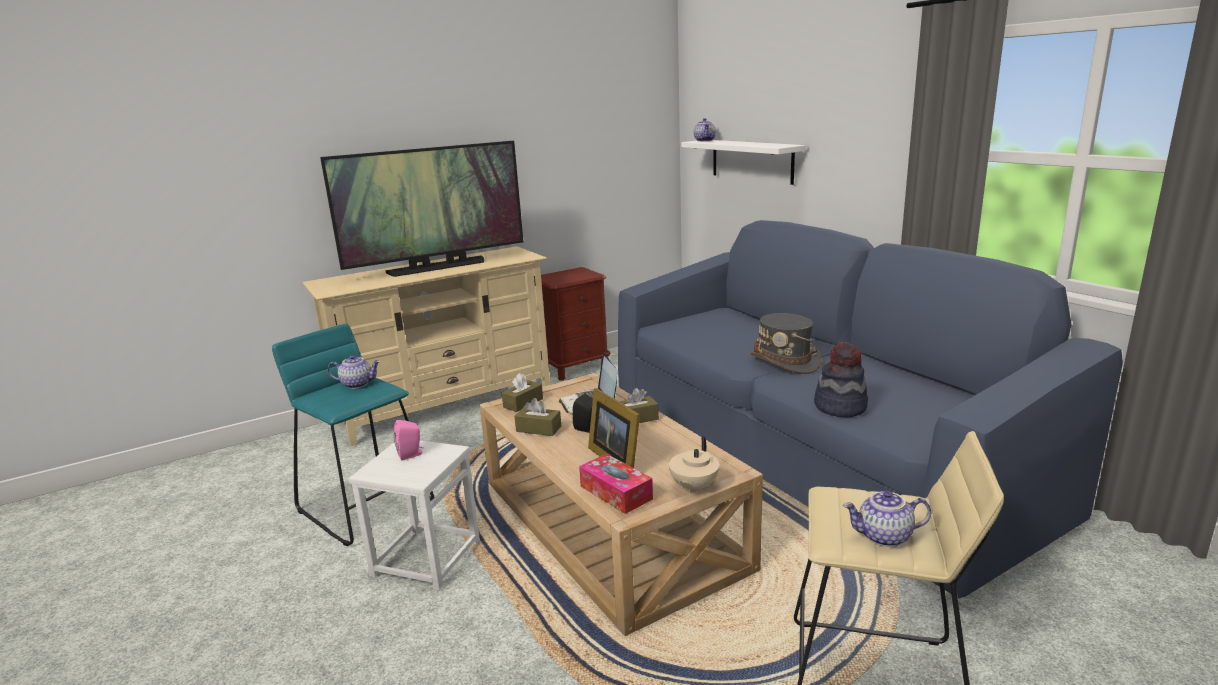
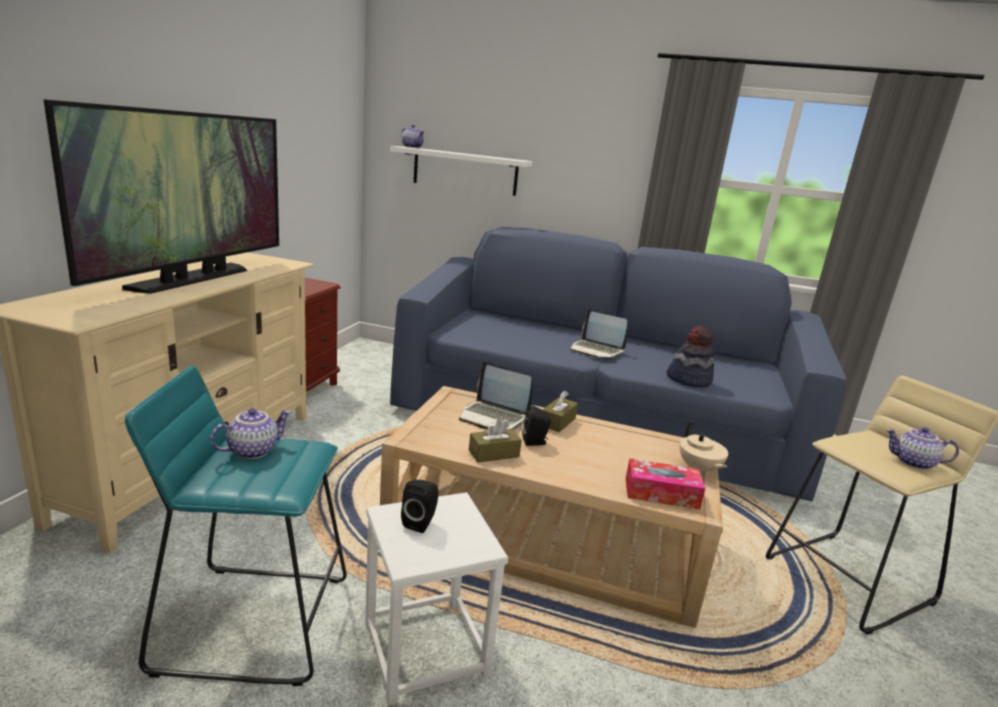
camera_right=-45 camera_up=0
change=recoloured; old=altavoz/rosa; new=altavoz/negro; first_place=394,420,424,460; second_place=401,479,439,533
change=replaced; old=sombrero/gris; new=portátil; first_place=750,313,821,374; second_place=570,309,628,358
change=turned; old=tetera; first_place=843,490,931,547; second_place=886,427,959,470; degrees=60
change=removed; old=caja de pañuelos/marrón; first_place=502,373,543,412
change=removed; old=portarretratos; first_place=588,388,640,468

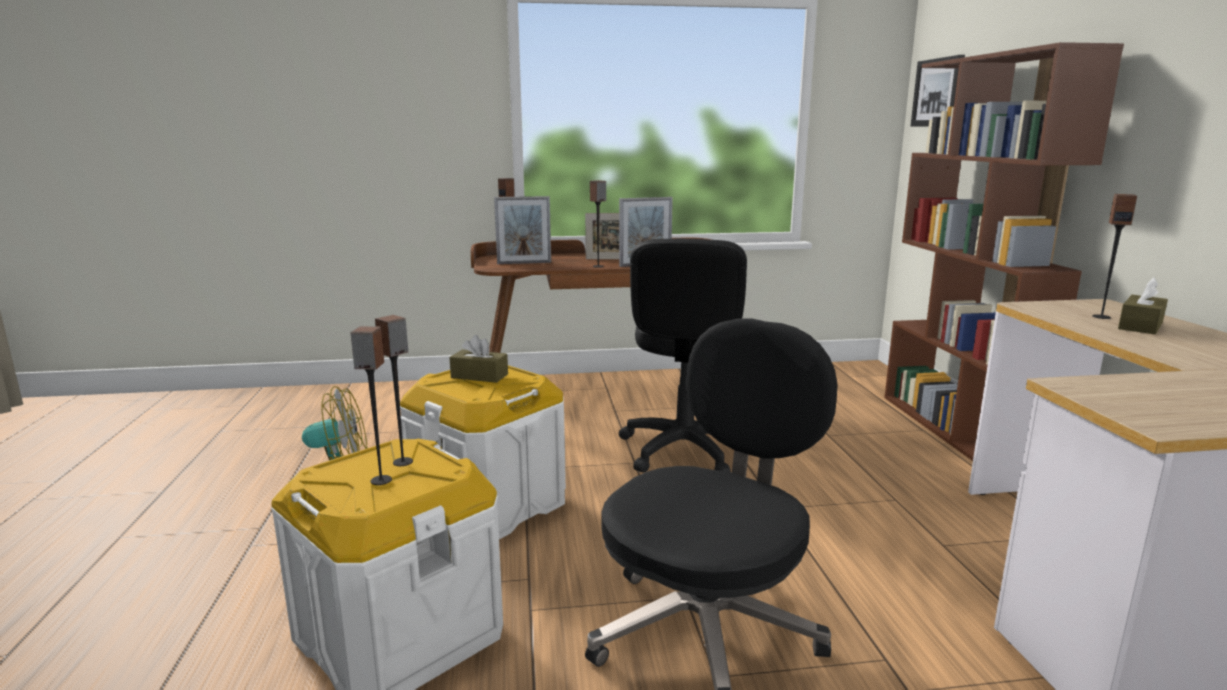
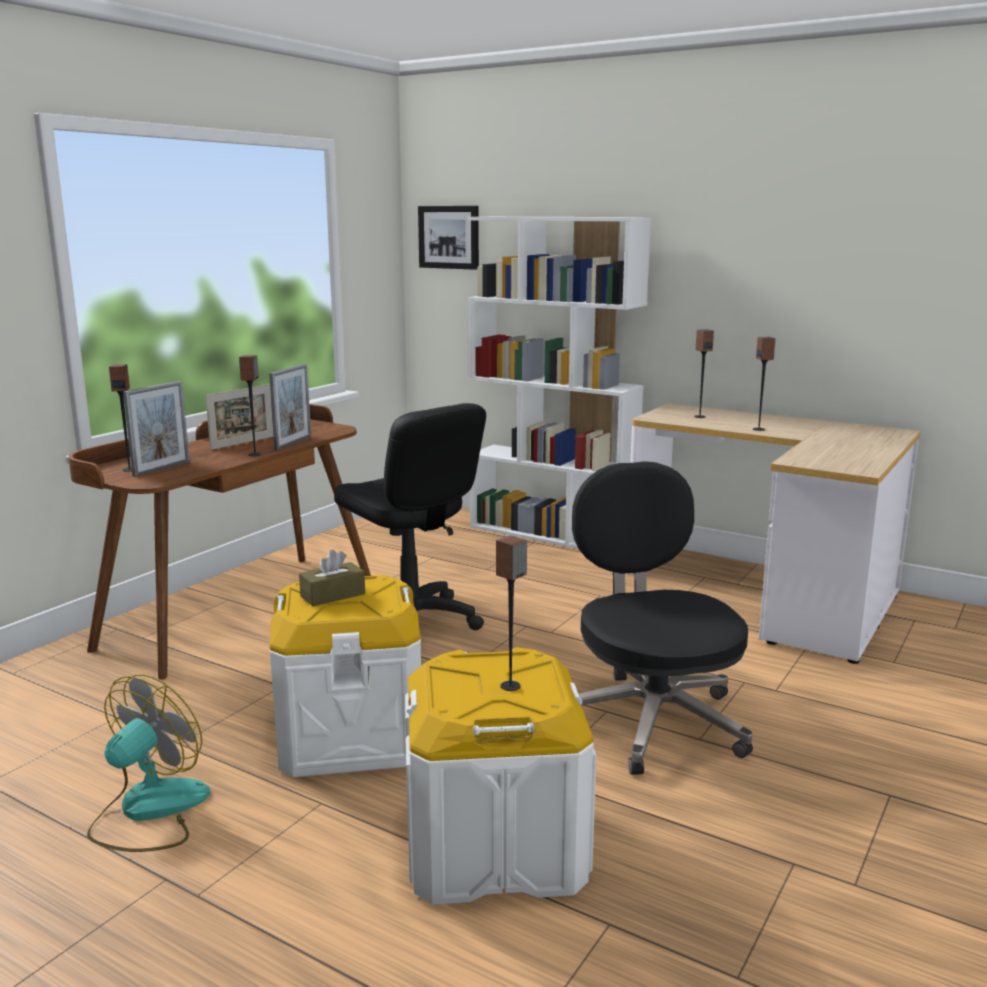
camera_right=-50 camera_up=0
change=recoloured; old=estantería/marrón; new=estantería/blanco; first_place=884,42,1124,461; second_place=467,217,651,549
change=moved; old=altavoz; first_place=375,315,413,466; second_place=753,337,776,431
change=removed; old=caja de pañuelos/marrón; first_place=1118,278,1168,334

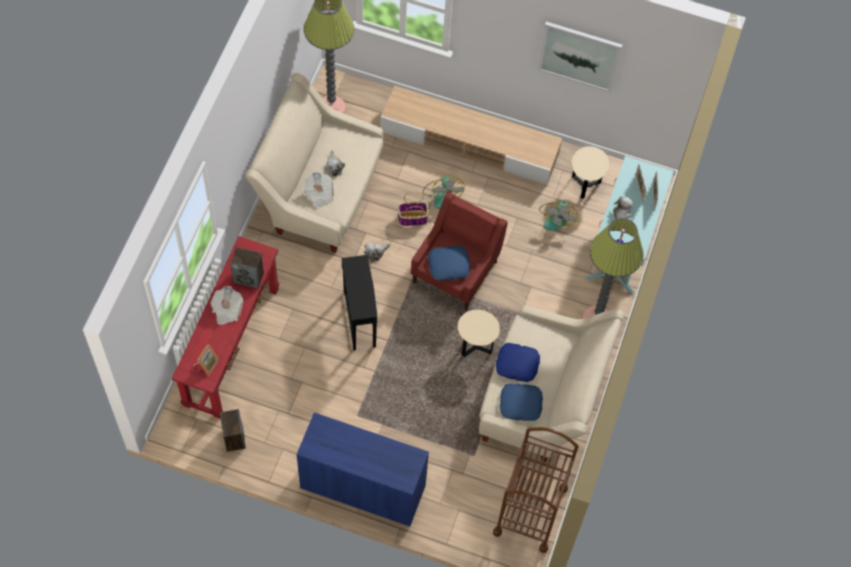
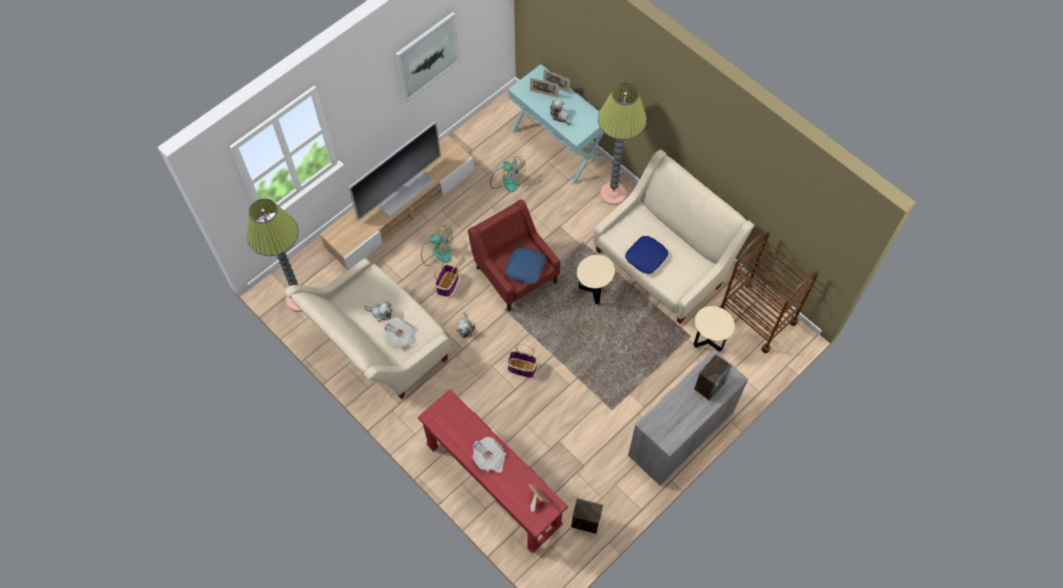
camera_right=-60 camera_up=0
change=added; new=televisor; second_place=348,121,441,220
change=replaced; old=mesa auxiliar/negro; new=cesta; first_place=342,255,378,350; second_place=507,344,538,377
change=recoloured; old=armario/azul; new=armario/gris; first_place=296,412,429,527; second_place=628,349,748,485
change=moved; old=mesa auxiliar/beis; first_place=572,146,609,199; second_place=694,306,735,352
change=moved; old=altavoz; first_place=230,247,264,289; second_place=694,354,732,401
change=removed; old=cojín/azul; first_place=500,383,543,421

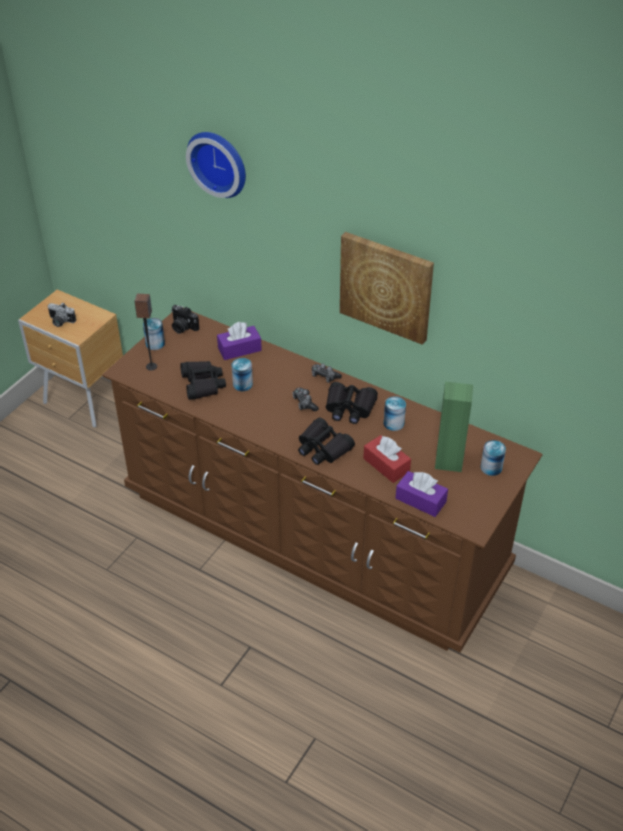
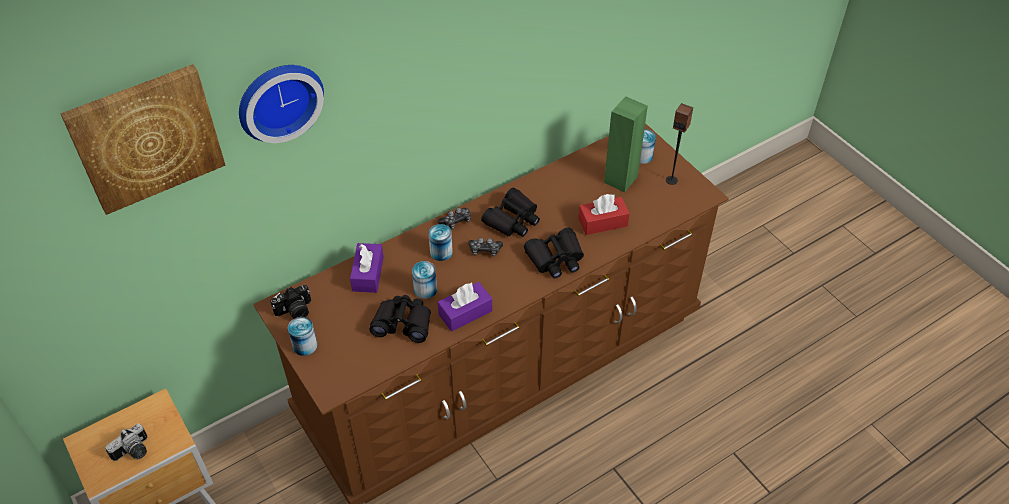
camera_right=-65 camera_up=5
change=moved; old=cuadro; first_place=340,232,434,345; second_place=60,64,225,215
change=moved; old=lata; first_place=384,396,406,431; second_place=428,224,453,261
change=moved; old=caja de pañuelos/morado; first_place=396,471,448,517; second_place=438,282,492,332
change=moved; old=altavoz; first_place=135,294,157,371; second_place=666,103,693,185

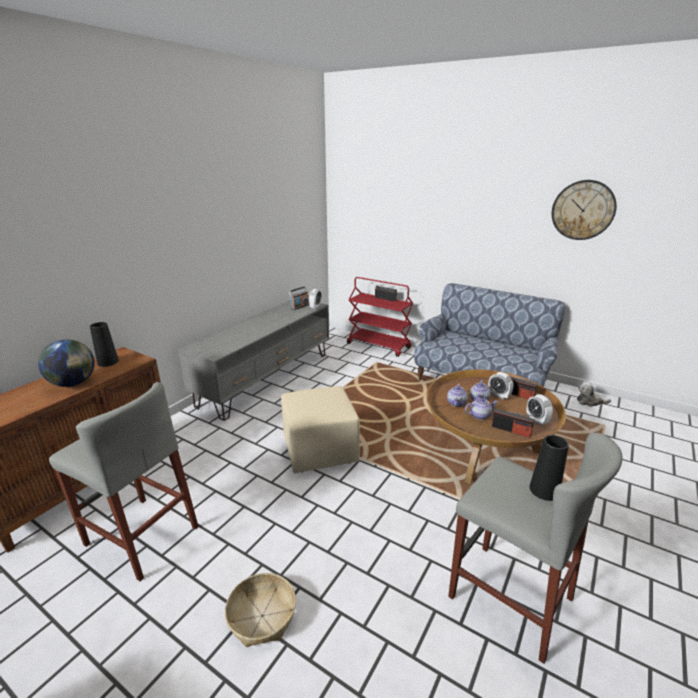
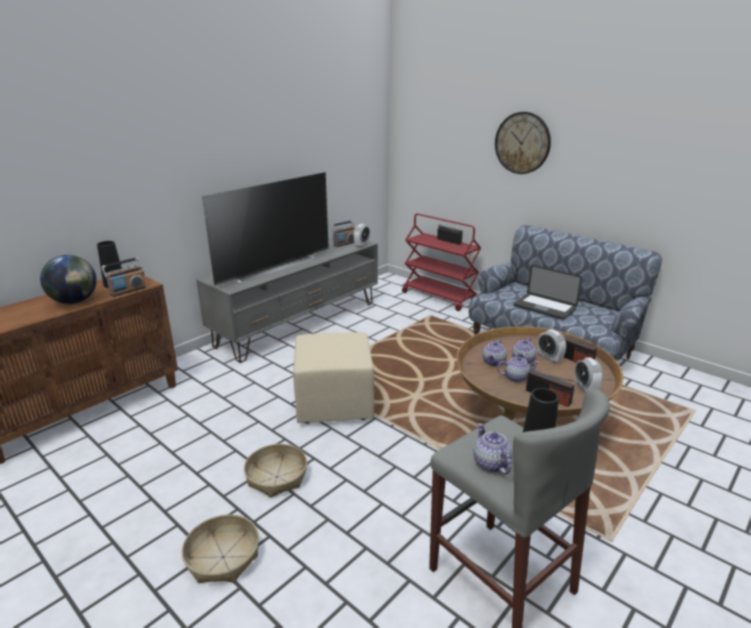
camera_right=10 camera_up=0
change=added; new=radio; second_place=101,257,146,297
change=added; new=televisor; second_place=202,172,329,285
change=added; new=cesta; second_place=244,444,307,498
change=added; new=tetera; second_place=473,423,513,474
change=moved; old=reloj de pared; first_place=552,180,617,240; second_place=495,112,551,174
change=added; new=portátil; second_place=513,265,582,320
change=removed; old=taburete/gris; first_place=49,382,199,581
change=removed; old=peluche; first_place=577,382,611,407

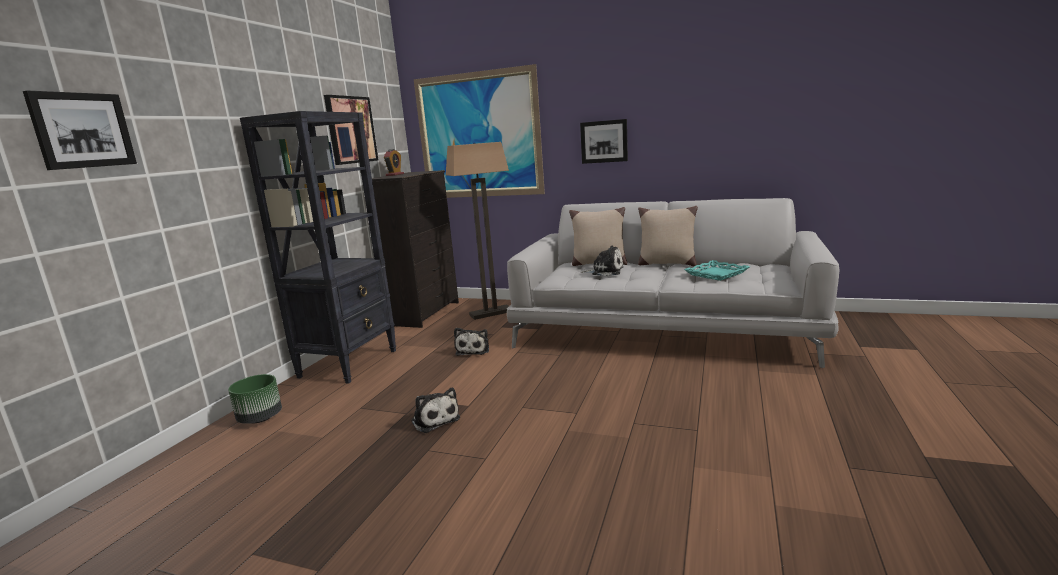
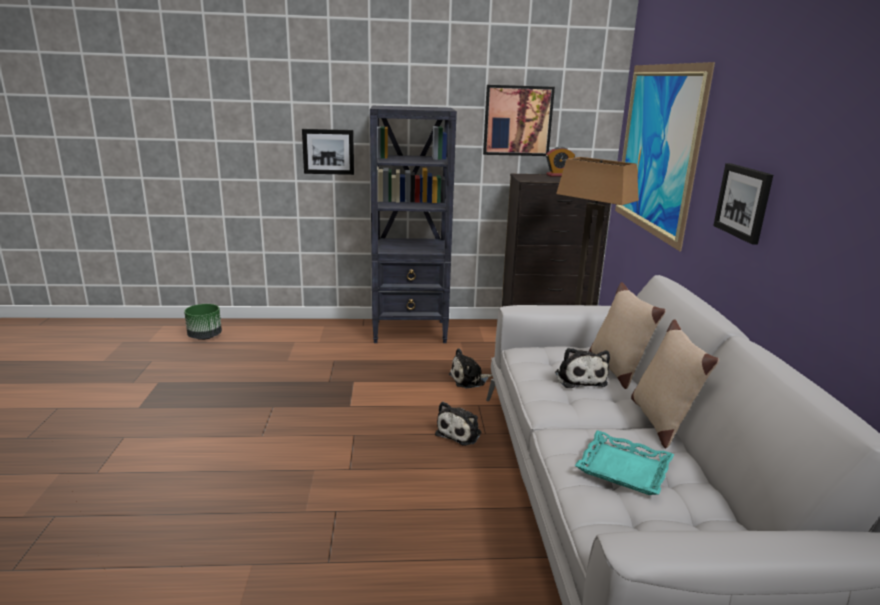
camera_right=65 camera_up=5
change=moved; old=maceta/verde; first_place=228,374,282,424; second_place=184,304,222,340
change=moved; old=cuadro; first_place=23,90,137,170; second_place=302,129,354,175
change=moved; old=peluche; first_place=411,388,460,433; second_place=435,402,481,446

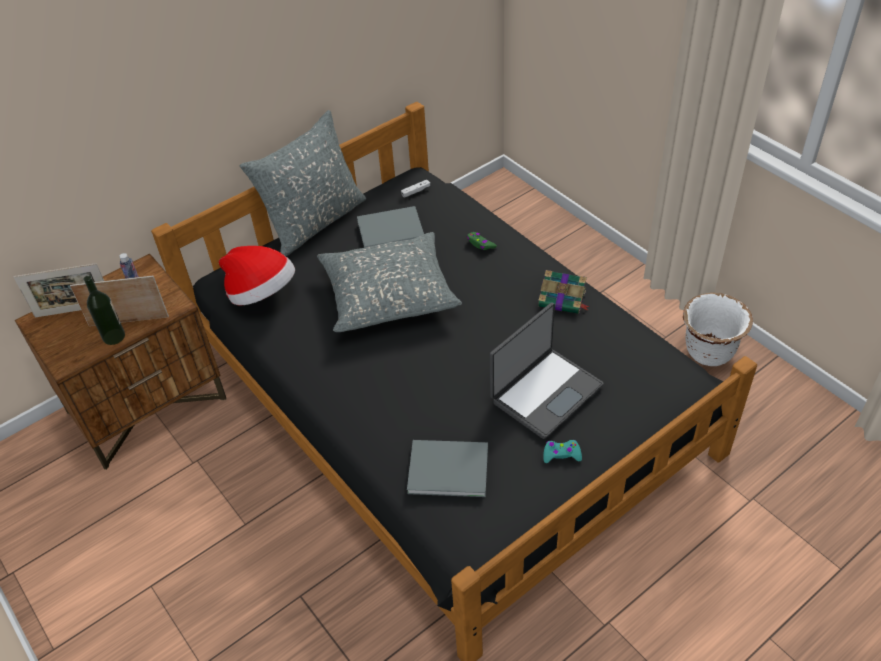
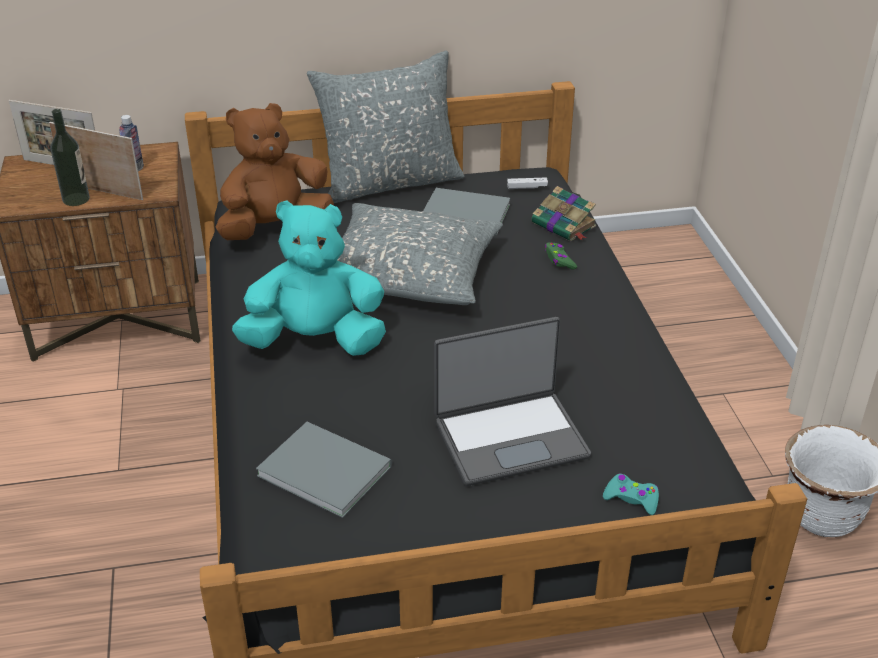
camera_right=25 camera_up=-10
change=replaced; old=sombrero; new=peluche/marrón; first_place=219,246,295,305; second_place=216,103,334,240
change=added; new=peluche/turquesa; second_place=232,201,386,356
change=moved; old=libro; first_place=538,270,590,314; second_place=531,186,596,241
change=moved; old=mando de consola/turquesa; first_place=543,440,582,463; second_place=603,474,659,515

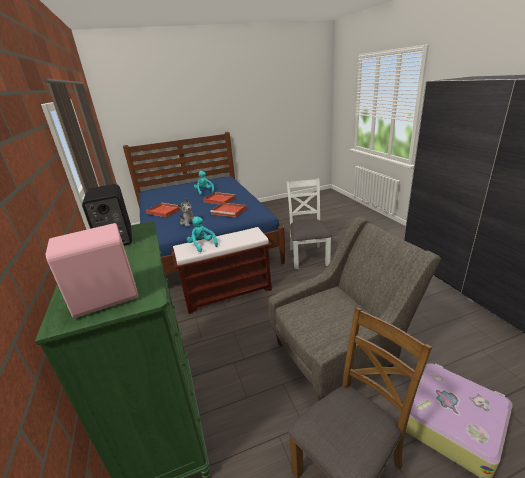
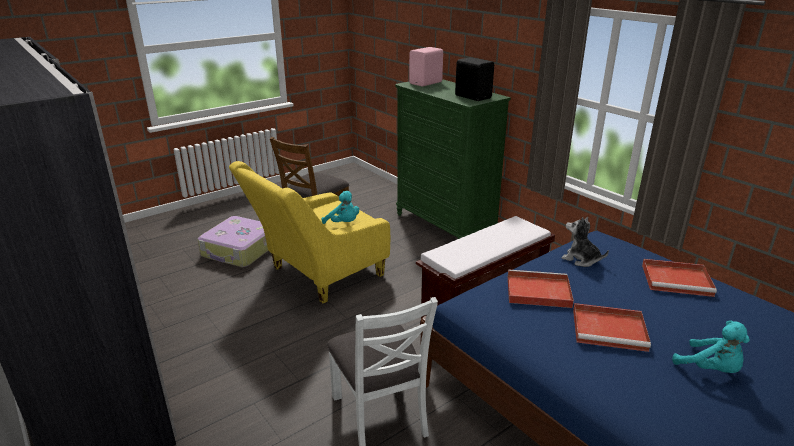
camera_right=160 camera_up=0
change=recoloured; old=sillón/gris; new=sillón/amarillo; first_place=268,217,441,400; second_place=229,161,390,303
change=moved; old=peluche/turquesa; first_place=187,216,218,252; second_place=322,191,359,224

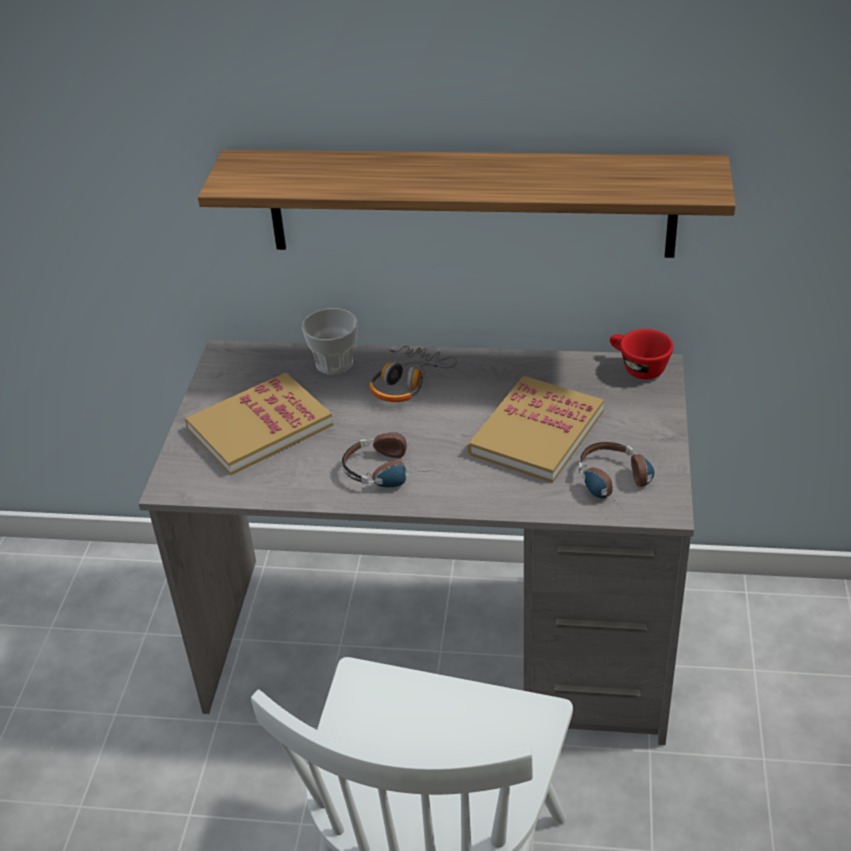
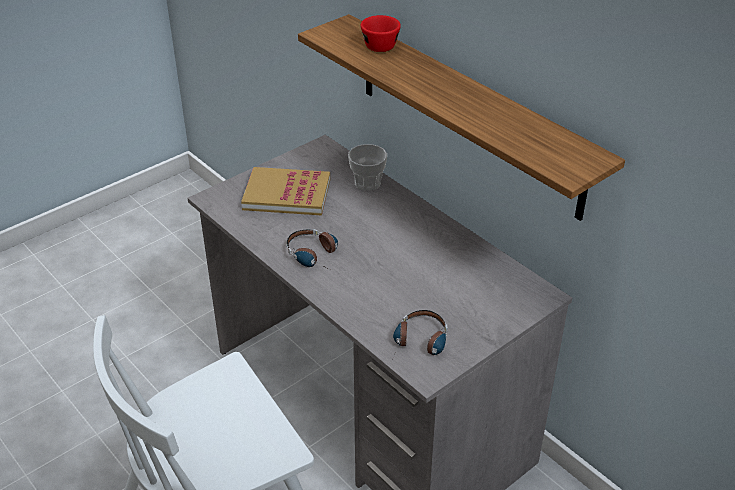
camera_right=40 camera_up=0
change=moved; old=taza/rojo; first_place=610,329,674,379; second_place=361,15,401,52
change=removed; old=auriculares; first_place=369,346,457,402
change=removed; old=libro; first_place=468,376,604,483

